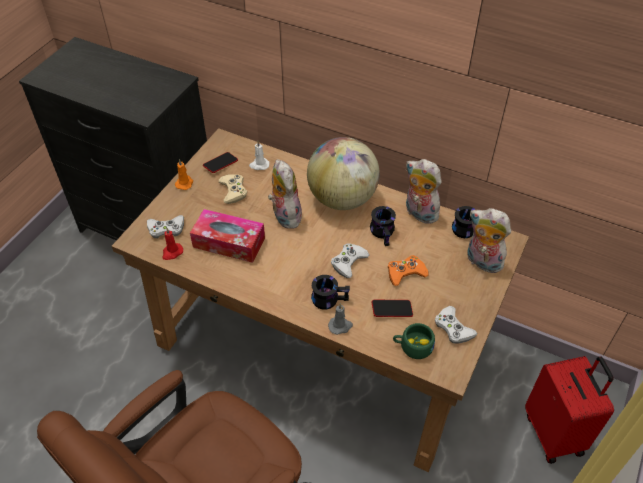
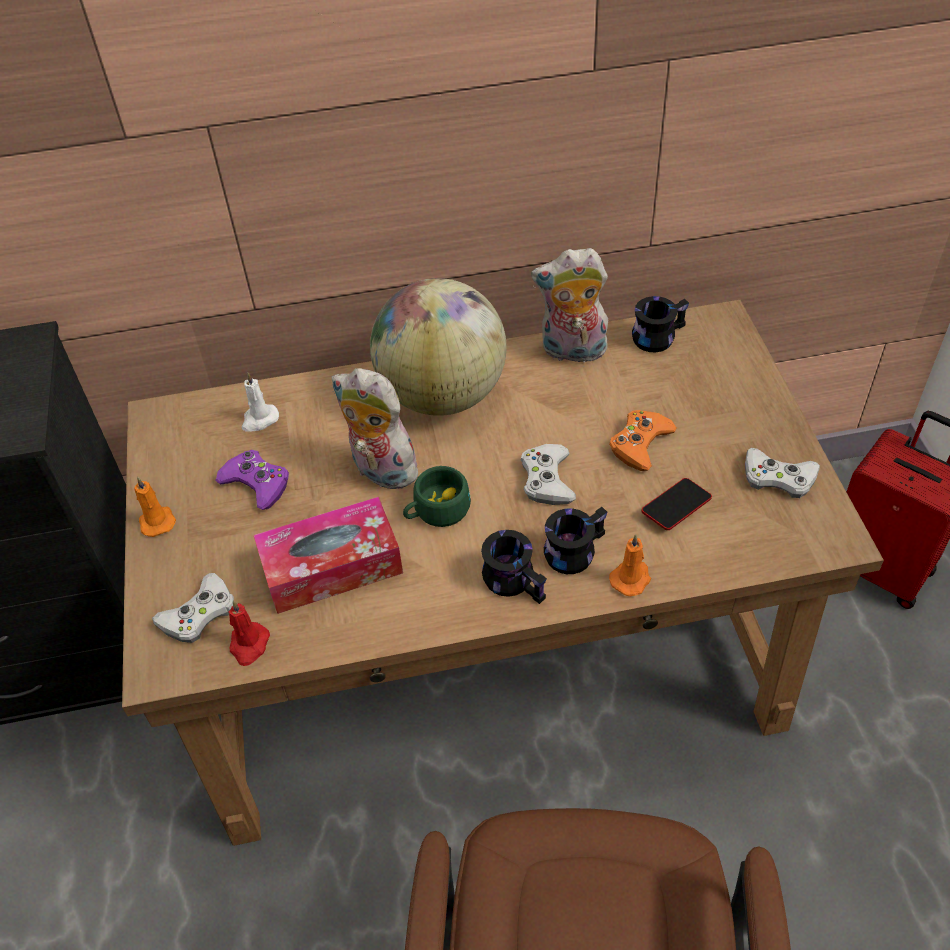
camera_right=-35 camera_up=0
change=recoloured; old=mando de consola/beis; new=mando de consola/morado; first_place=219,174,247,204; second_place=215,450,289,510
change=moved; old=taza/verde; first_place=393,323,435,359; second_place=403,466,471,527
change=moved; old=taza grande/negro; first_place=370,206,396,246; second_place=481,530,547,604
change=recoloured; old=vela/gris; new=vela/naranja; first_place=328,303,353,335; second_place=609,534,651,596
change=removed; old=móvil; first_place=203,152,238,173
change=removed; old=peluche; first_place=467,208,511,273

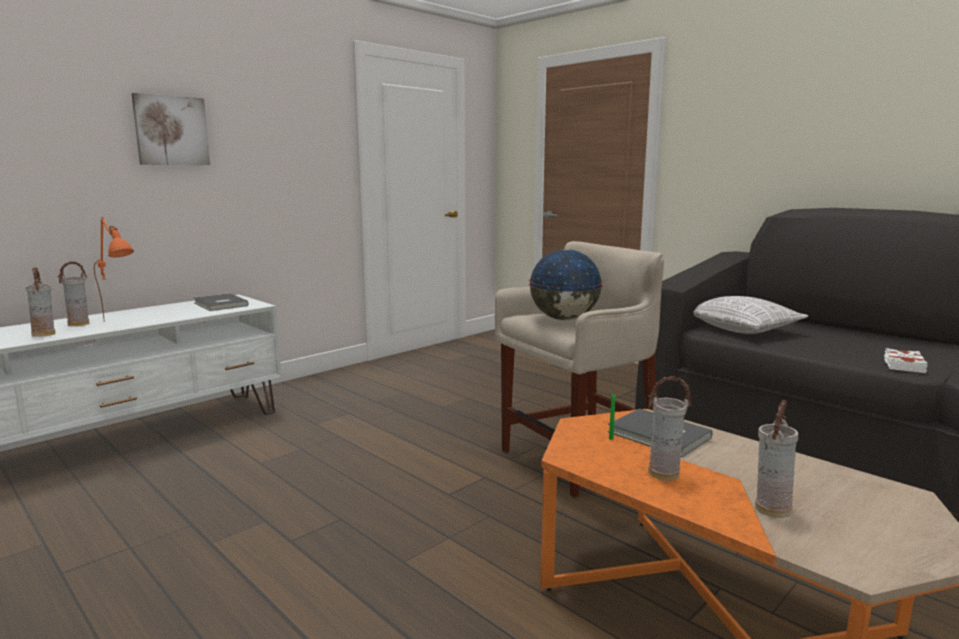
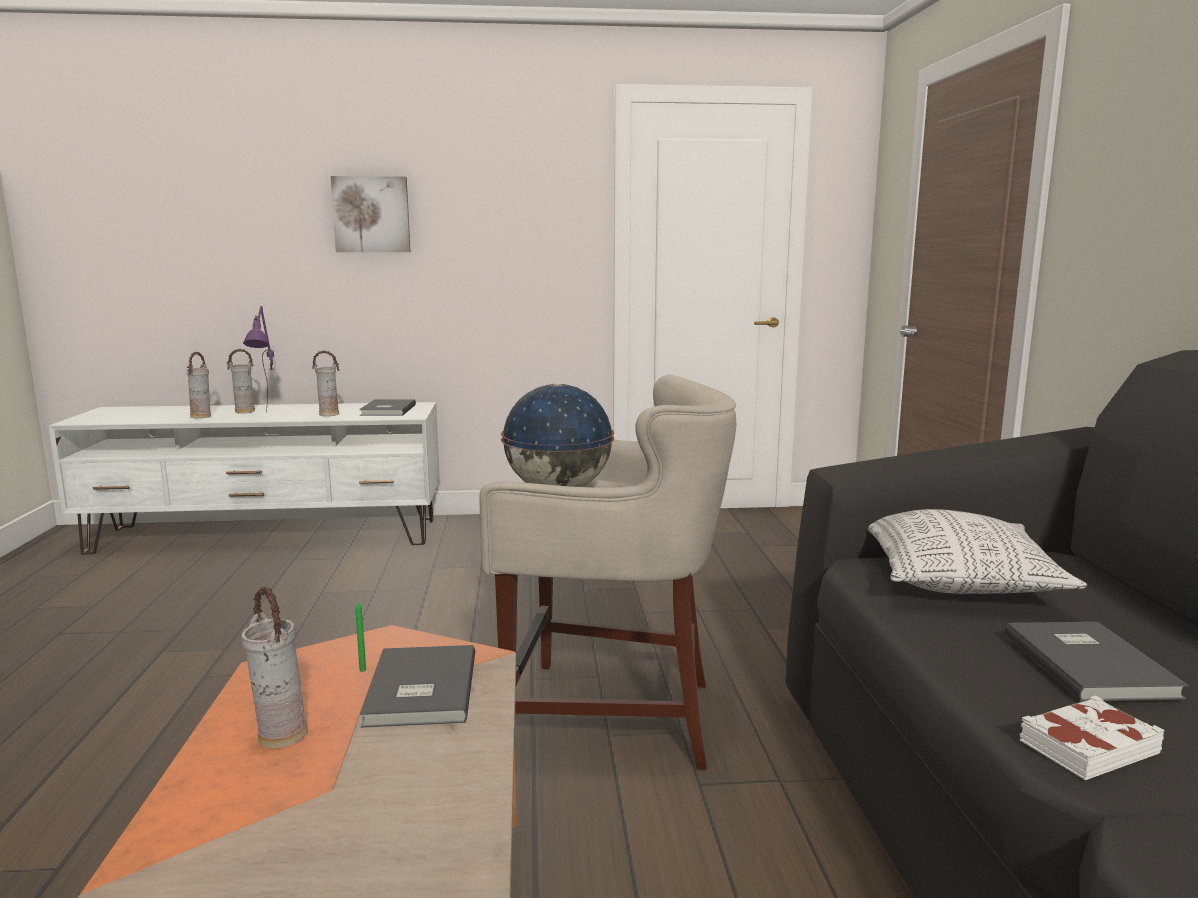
camera_right=40 camera_up=0
change=recoloured; old=lámpara de mesa/naranja; new=lámpara de mesa/morado; first_place=94,217,134,322; second_place=243,306,274,412
change=moved; old=florero; first_place=755,400,798,518; second_place=312,351,339,416
change=added; new=libro/gris; second_place=1005,622,1189,702

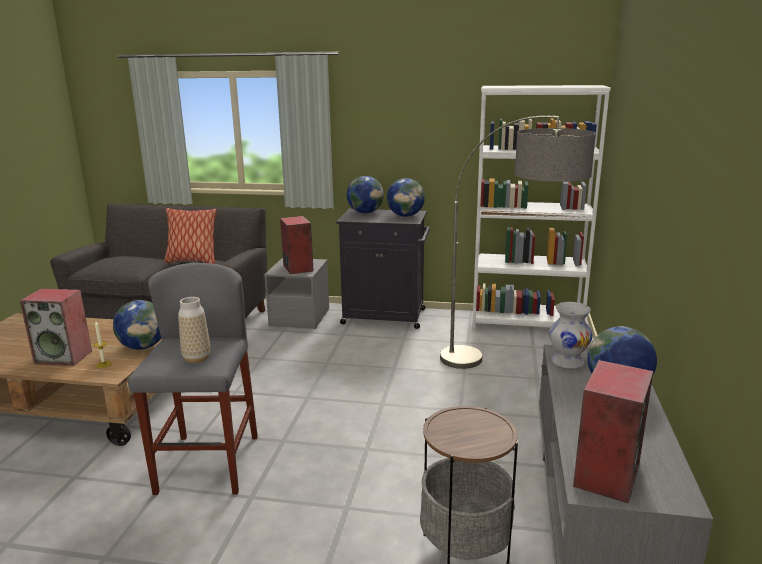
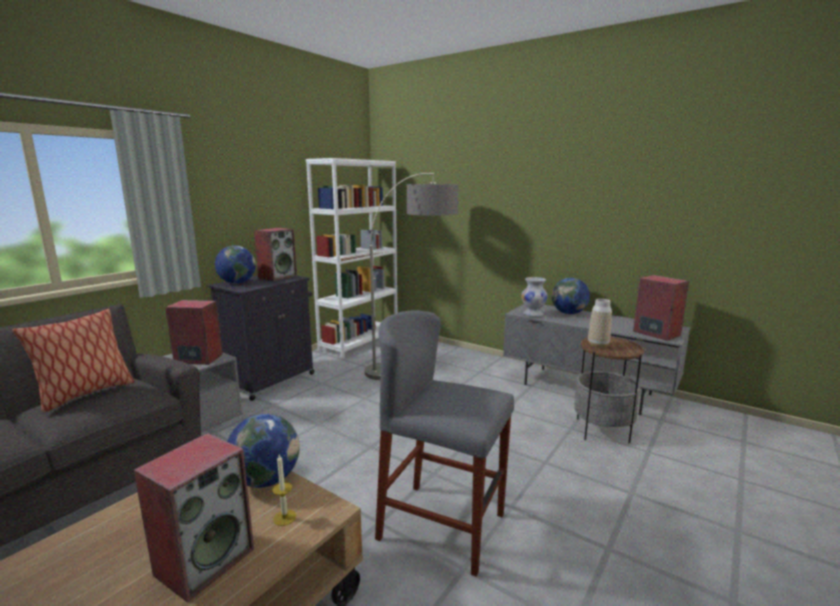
camera_right=-65 camera_up=-5
change=replaced; old=globo terráqueo; new=altavoz; first_place=387,178,425,217; second_place=254,228,297,281
change=moved; old=florero; first_place=178,297,211,363; second_place=588,299,612,348

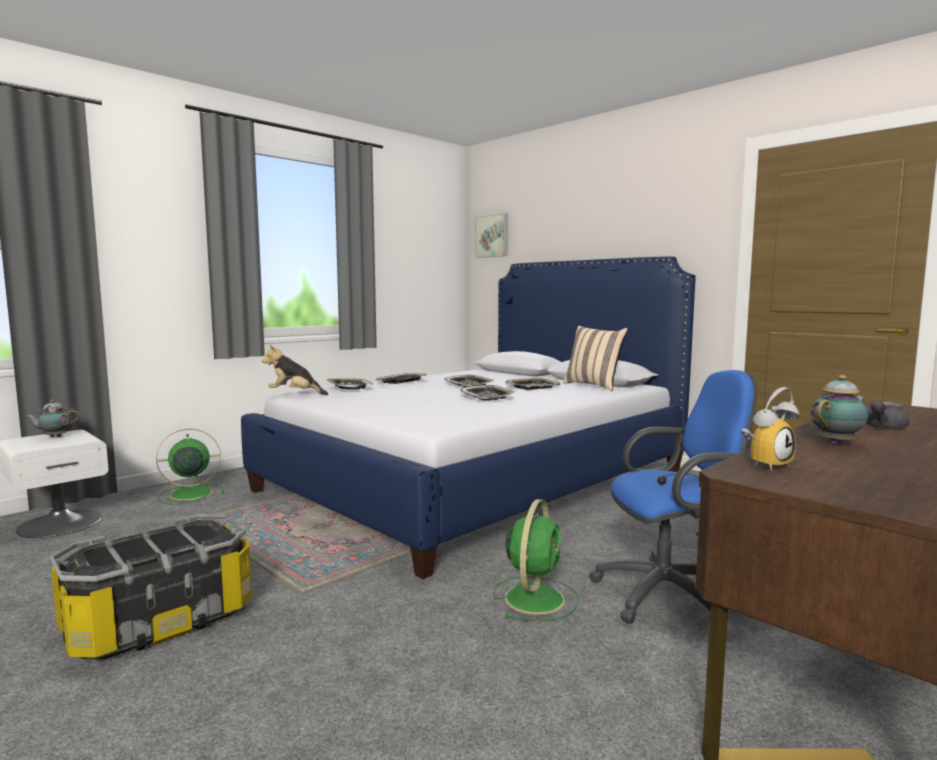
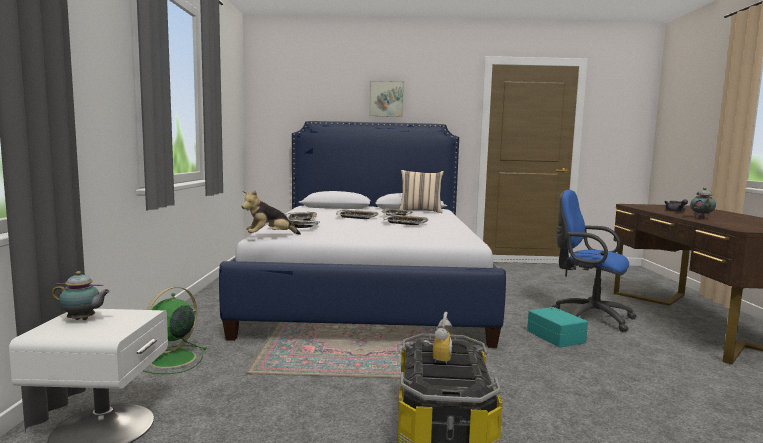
camera_right=-45 camera_up=0
change=turned; old=tetera; first_place=26,400,80,438; second_place=52,271,110,320; degrees=-105
change=moved; old=cuadro; first_place=475,213,508,258; second_place=369,81,404,117
change=moved; old=despertador; first_place=741,387,799,471; second_place=423,312,453,364
change=replaced; old=ventilador/verde; new=caja de almacenaje/turquesa; first_place=493,499,579,621; second_place=527,307,588,348
change=turned; old=silla de oficina/azul; first_place=589,370,757,624; second_place=552,190,637,332; degrees=-90

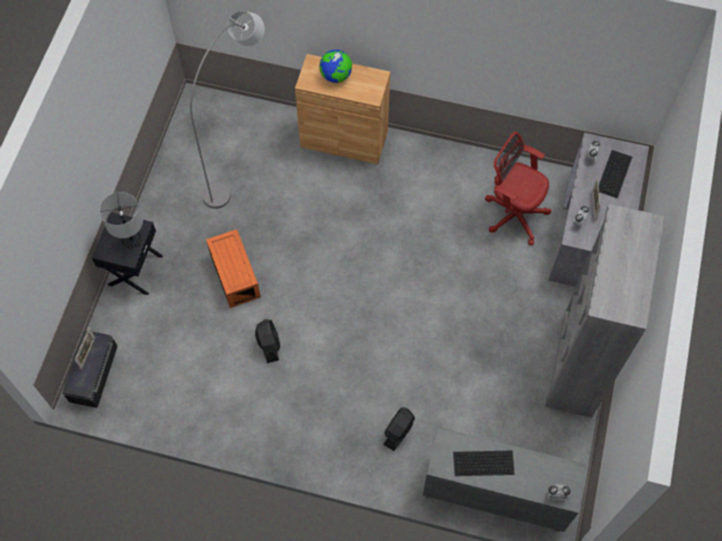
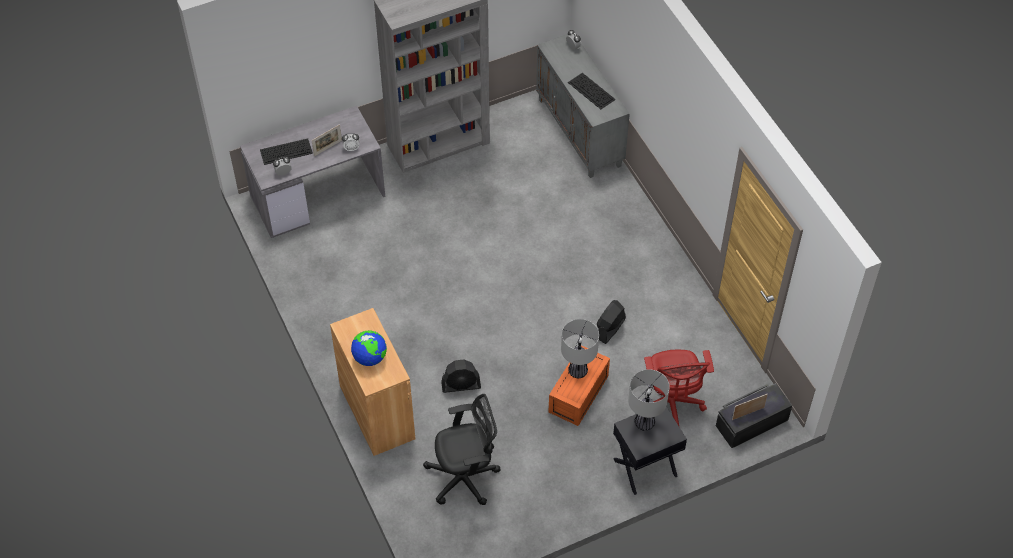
camera_right=-130 camera_up=-10
change=replaced; old=lámpara de pie/gris; new=silla de oficina/negro; first_place=190,11,265,209; second_place=423,394,500,505
change=moved; old=ventilador/negro; first_place=383,407,415,451; second_place=441,360,481,393
change=added; new=lámpara de mesa; second_place=561,319,599,378
change=moved; old=silla de oficina/rojo; first_place=485,132,551,245; second_place=644,350,714,426

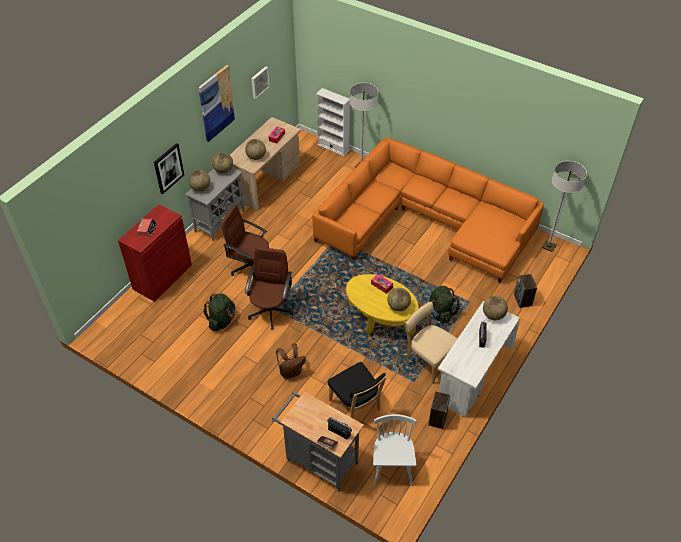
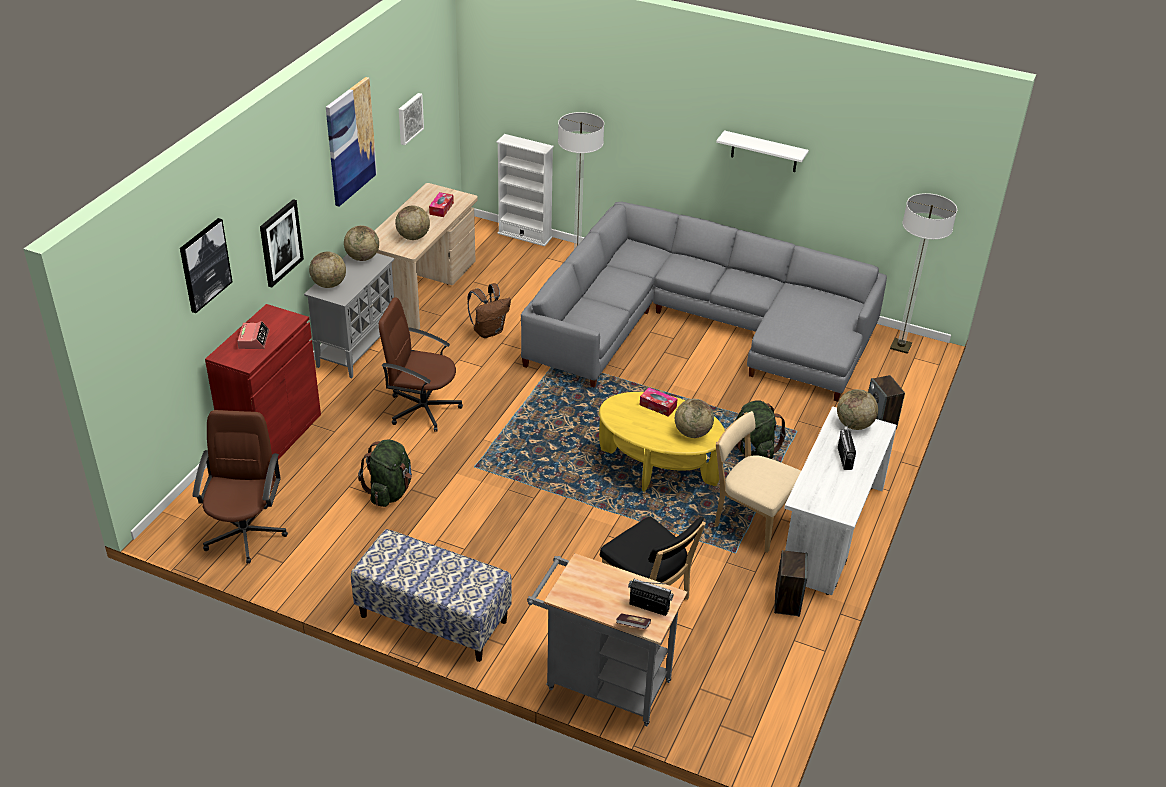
camera_right=-10 camera_up=-10
change=added; new=cuadro; second_place=180,218,232,313
change=moved; old=silla de oficina/marrón; first_place=245,247,294,330; second_place=192,410,288,564
change=added; new=banco; second_place=351,529,512,662
change=moved; old=mochila/marrón; first_place=276,343,306,379; second_place=467,283,511,338
change=recoloured; old=sofá/naranja; new=sofá/gris; first_place=312,138,544,283; second_place=521,202,887,402
change=added; new=estante/blanco; second_place=716,130,809,172
change=removed; old=silla/blanco; first_place=373,414,417,486

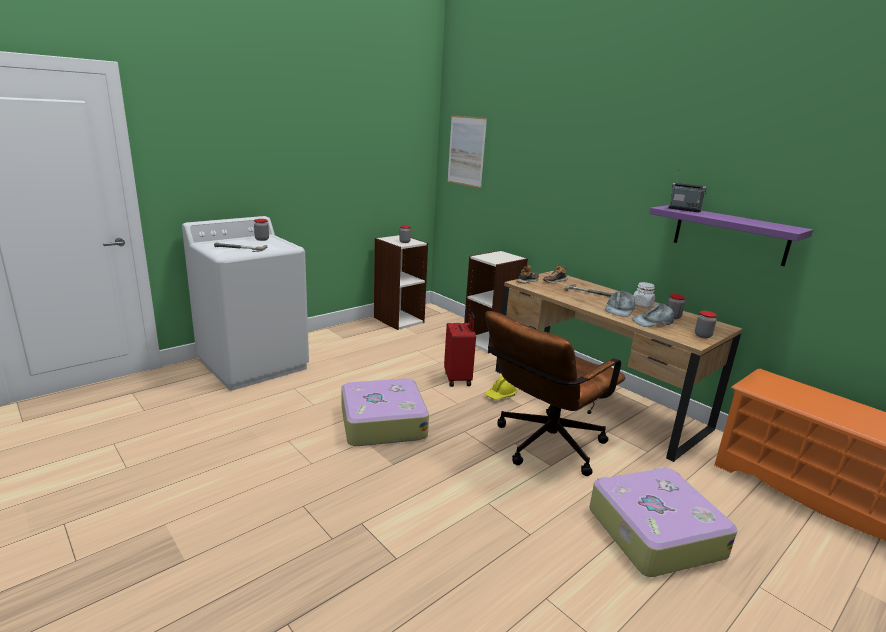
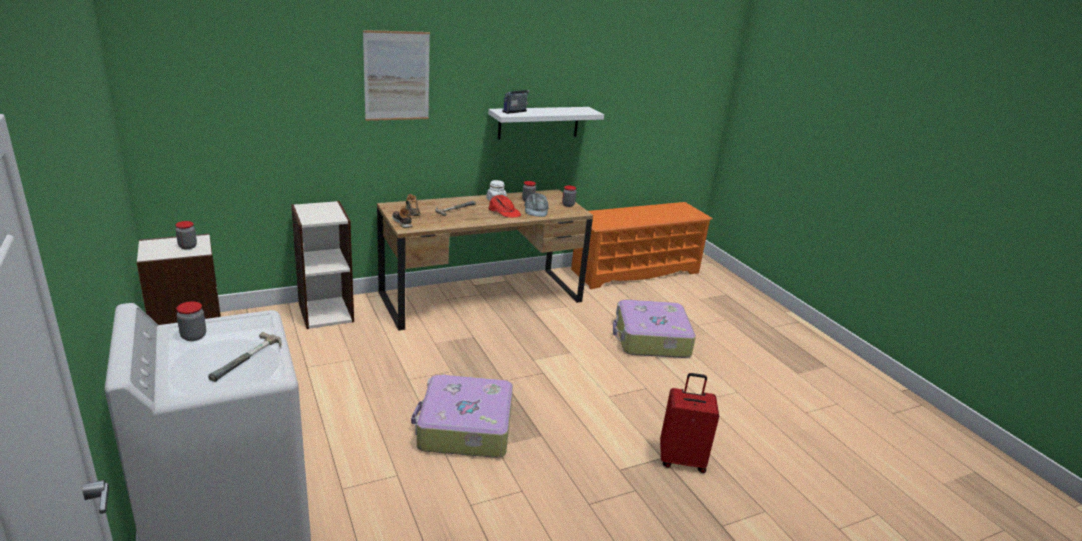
camera_right=-75 camera_up=5
change=moved; old=cuadro; first_place=447,115,487,188; second_place=363,30,430,121
change=recoloured; old=estante/morado; new=estante/blanco; first_place=649,205,813,266; second_place=488,107,604,140
change=recoloured; old=gorra/gris; new=gorra/rojo; first_place=605,291,635,317; second_place=488,195,521,218
change=moved; old=maleta/rojo; first_place=444,312,476,387; second_place=660,373,719,473
change=removed; old=silla de oficina/marrón; first_place=485,311,625,476
change=removed; old=casco/amarillo; first_place=485,376,518,400

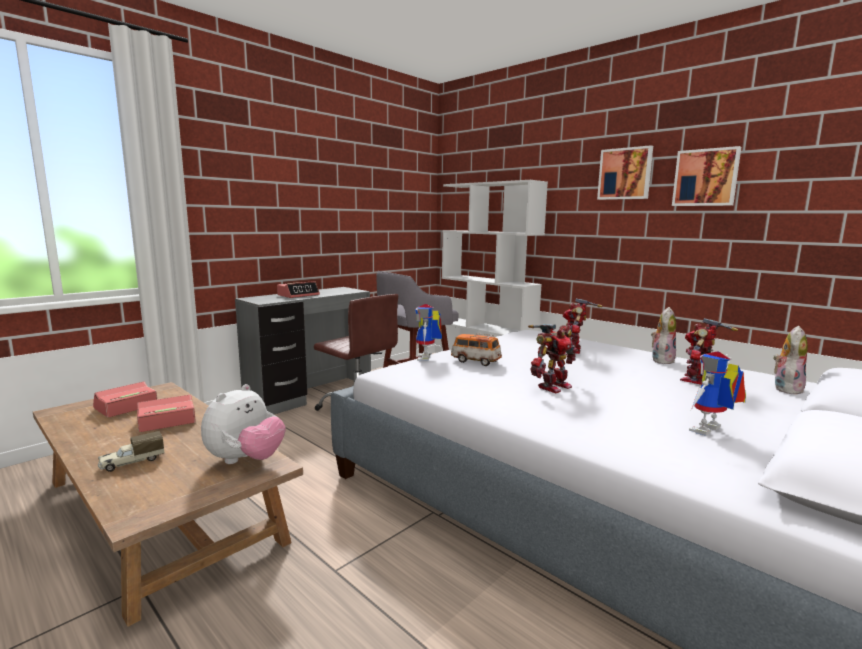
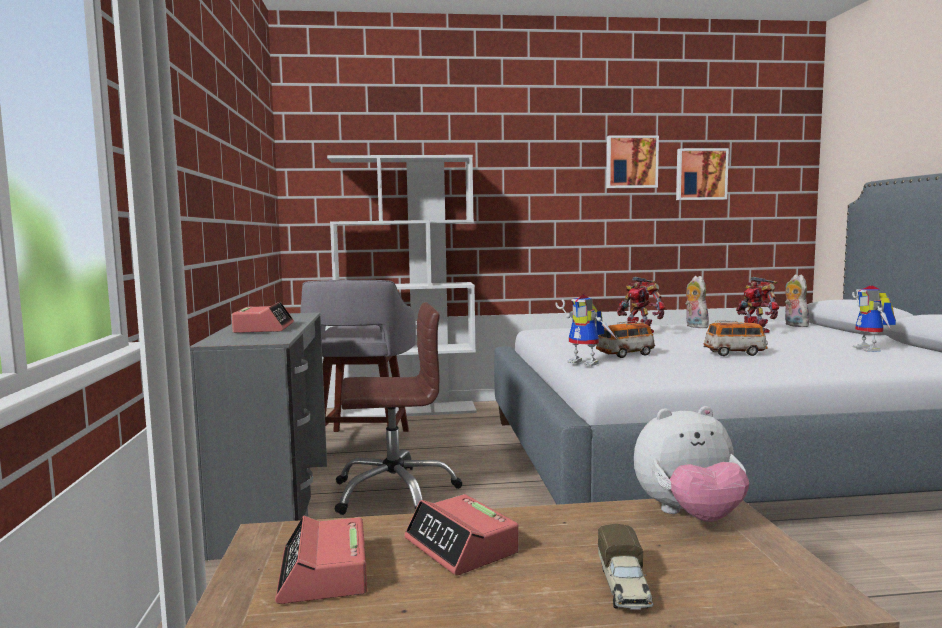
camera_right=-50 camera_up=-5
change=turned; old=despertador; first_place=137,395,196,432; second_place=404,494,519,576; degrees=-45
change=turned; old=peluche; first_place=201,384,286,464; second_place=634,406,749,522; degrees=105
change=moved; old=cuadro; first_place=597,145,653,200; second_place=676,148,729,200
change=replaced; old=robot de juguete; new=coche de juguete; first_place=528,324,577,393; second_place=703,321,768,356

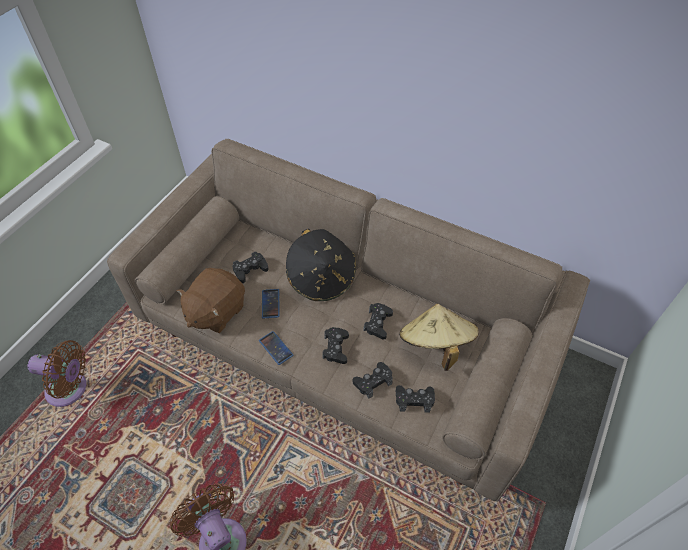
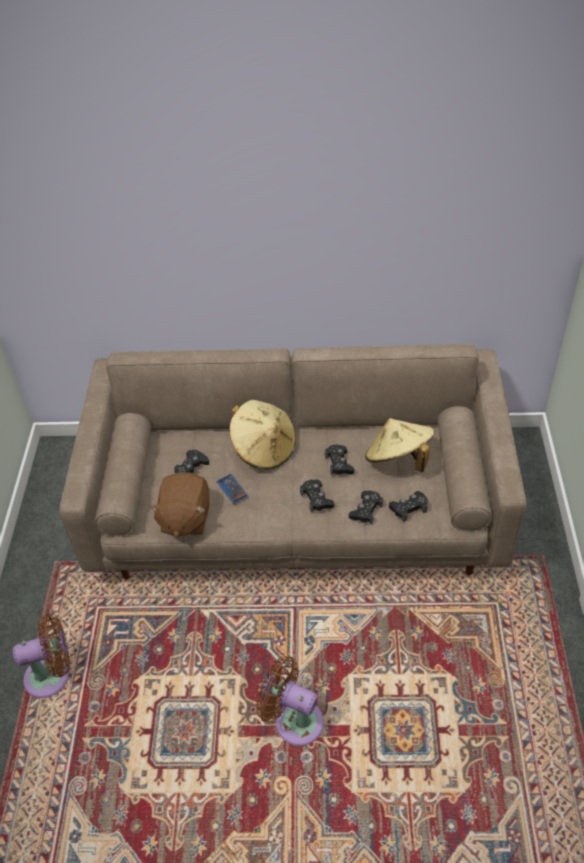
camera_right=-25 camera_up=-5
change=recoloured; old=sombrero/negro; new=sombrero/beis; first_place=286,229,356,301; second_place=229,400,296,469
change=removed; old=móvil; first_place=259,331,293,365

